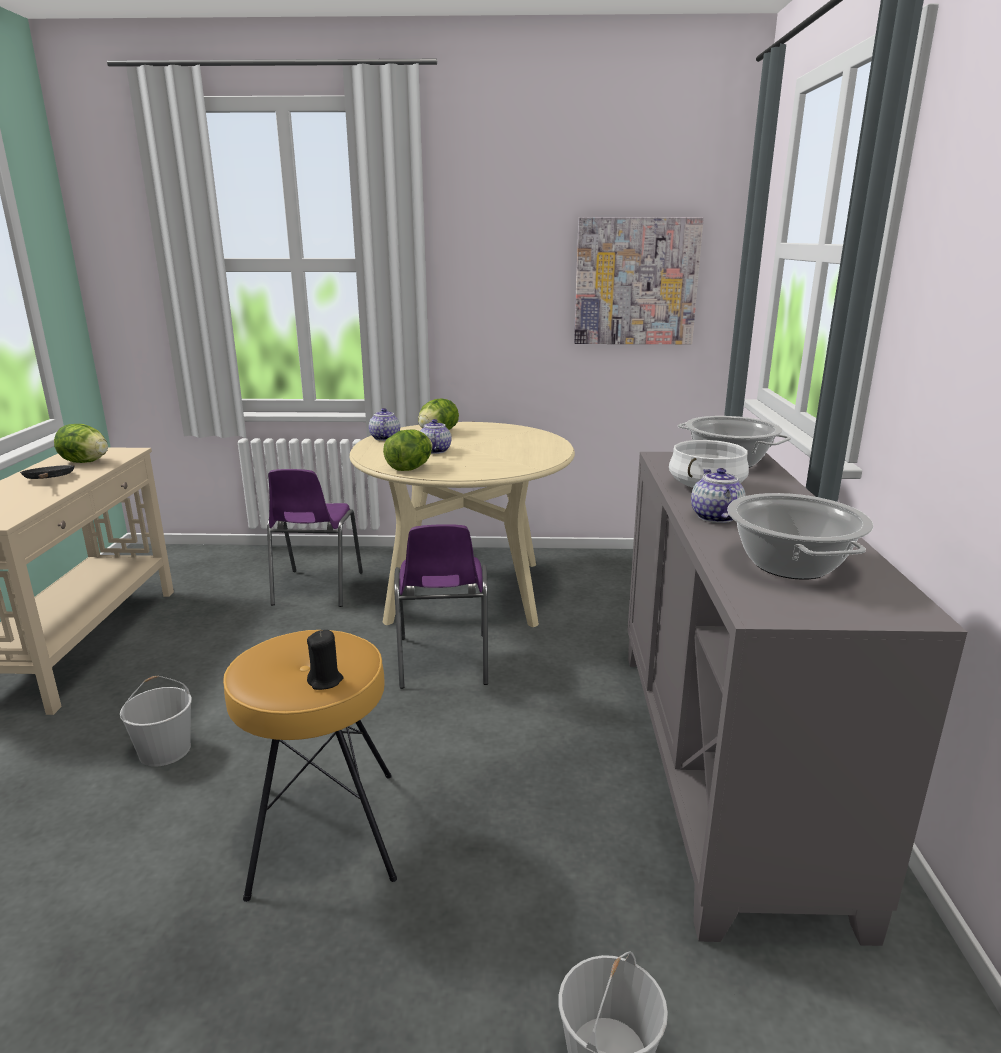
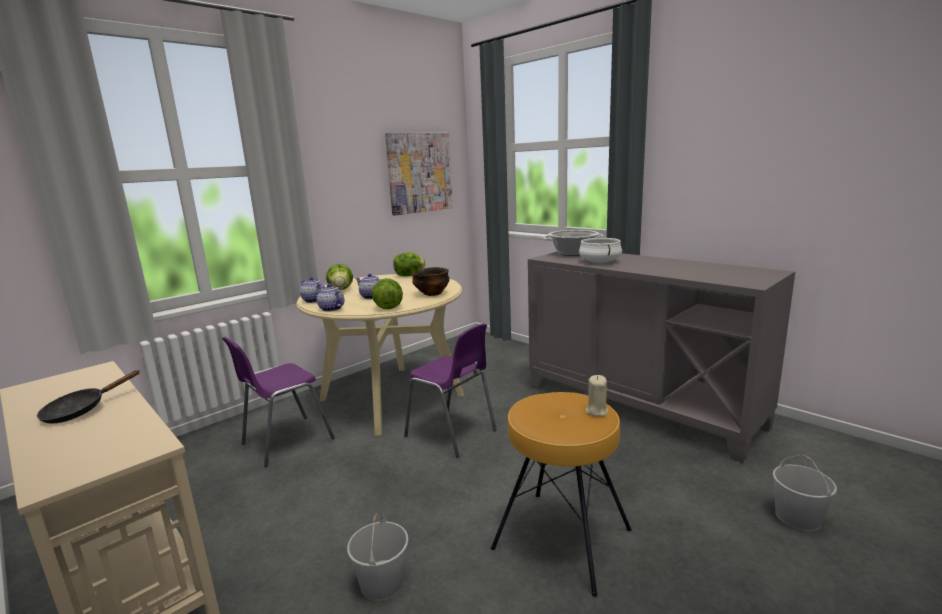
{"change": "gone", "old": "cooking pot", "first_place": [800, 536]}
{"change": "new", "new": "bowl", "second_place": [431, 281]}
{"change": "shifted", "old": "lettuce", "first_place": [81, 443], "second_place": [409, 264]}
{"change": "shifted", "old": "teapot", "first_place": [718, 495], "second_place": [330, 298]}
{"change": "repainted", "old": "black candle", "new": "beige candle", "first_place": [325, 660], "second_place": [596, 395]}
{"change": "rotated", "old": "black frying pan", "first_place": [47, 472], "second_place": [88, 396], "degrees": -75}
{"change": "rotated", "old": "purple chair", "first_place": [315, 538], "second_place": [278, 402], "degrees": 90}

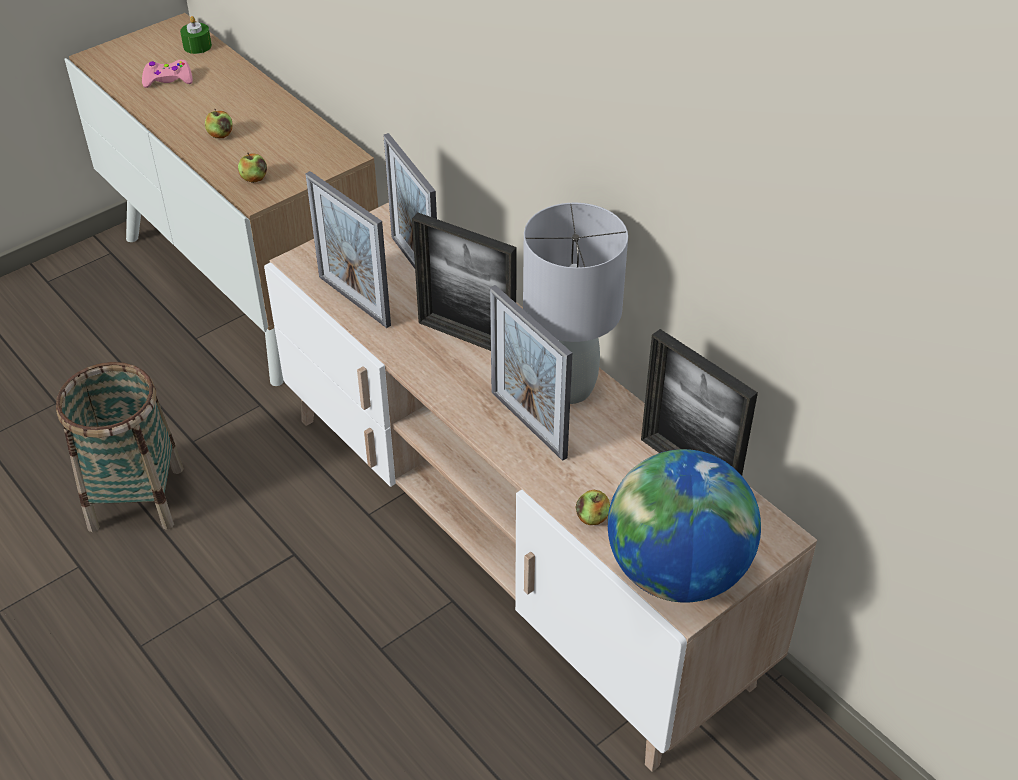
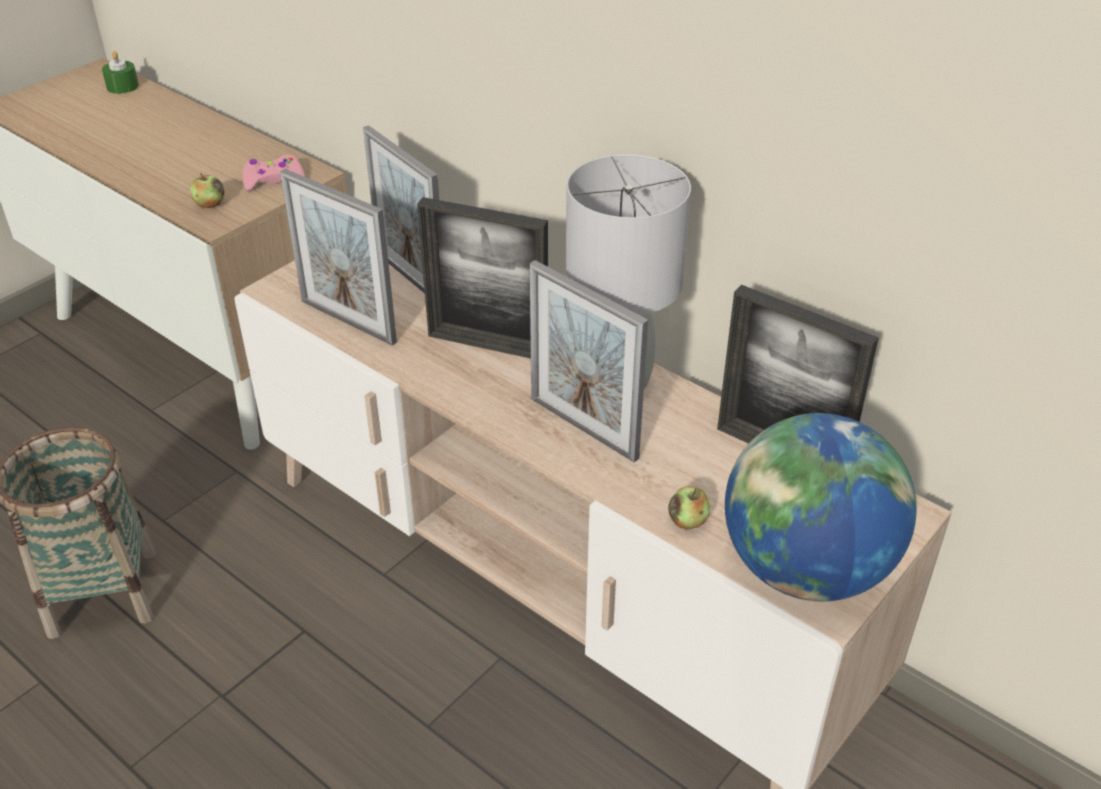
{"change": "gone", "old": "apple", "first_place": [219, 123]}
{"change": "shifted", "old": "pink game controller", "first_place": [167, 74], "second_place": [274, 173]}

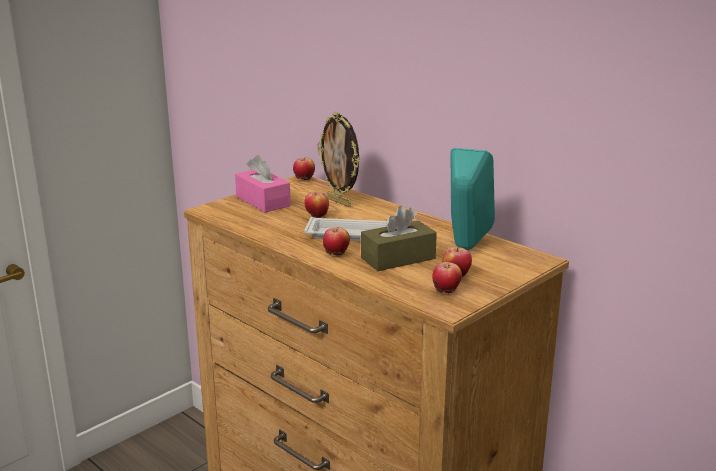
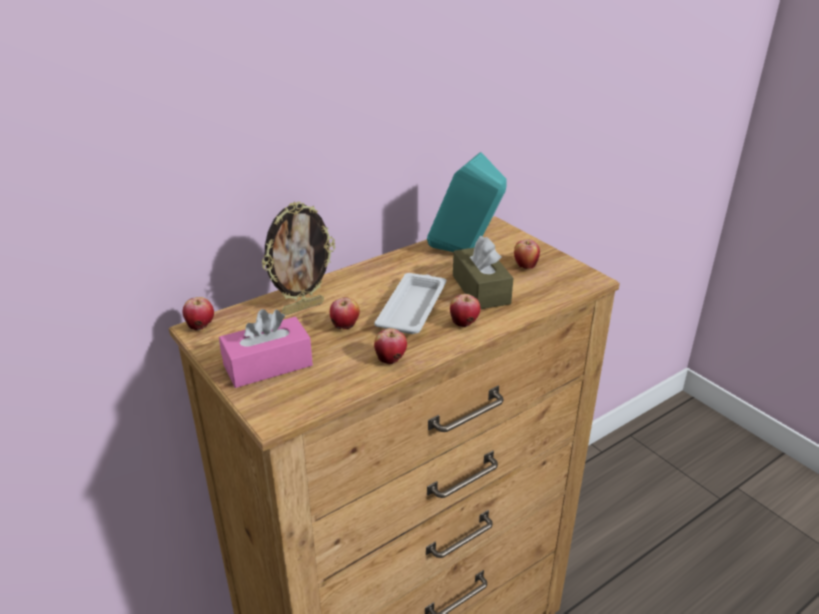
{"change": "shifted", "old": "apple", "first_place": [447, 277], "second_place": [390, 346]}

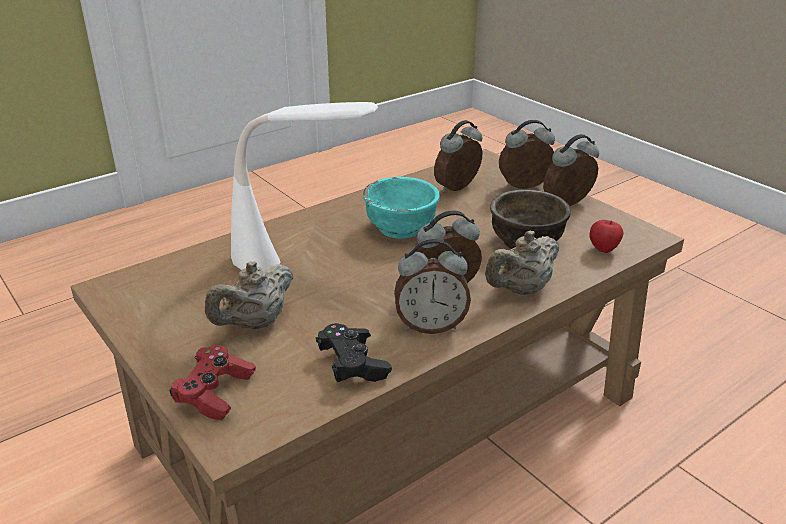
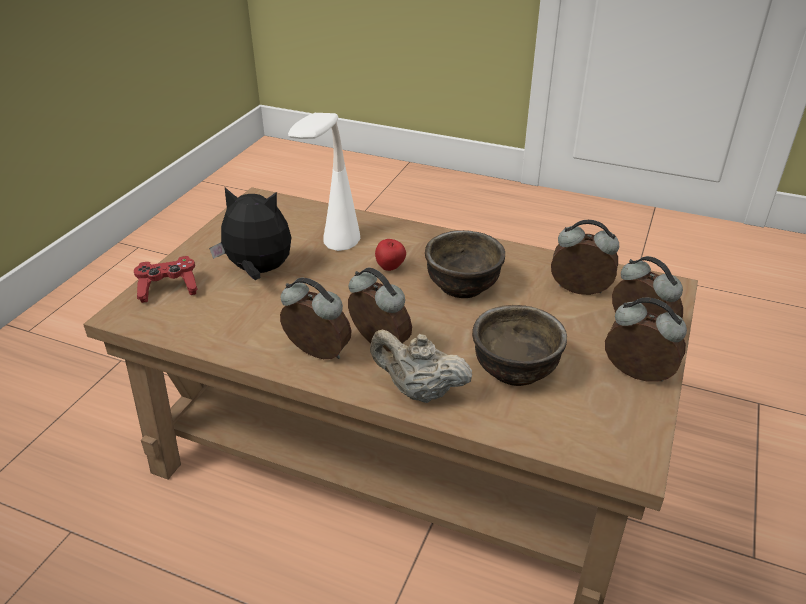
{"change": "gone", "old": "black game controller", "first_place": [353, 352]}
{"change": "shifted", "old": "apple", "first_place": [606, 236], "second_place": [390, 255]}
{"change": "swapped", "old": "beige teapot", "new": "plush toy", "first_place": [249, 295], "second_place": [250, 233]}
{"change": "repainted", "old": "turquoise bowl", "new": "brown bowl", "first_place": [401, 208], "second_place": [465, 264]}
{"change": "rotated", "old": "alarm clock", "first_place": [432, 286], "second_place": [315, 318], "degrees": 150}

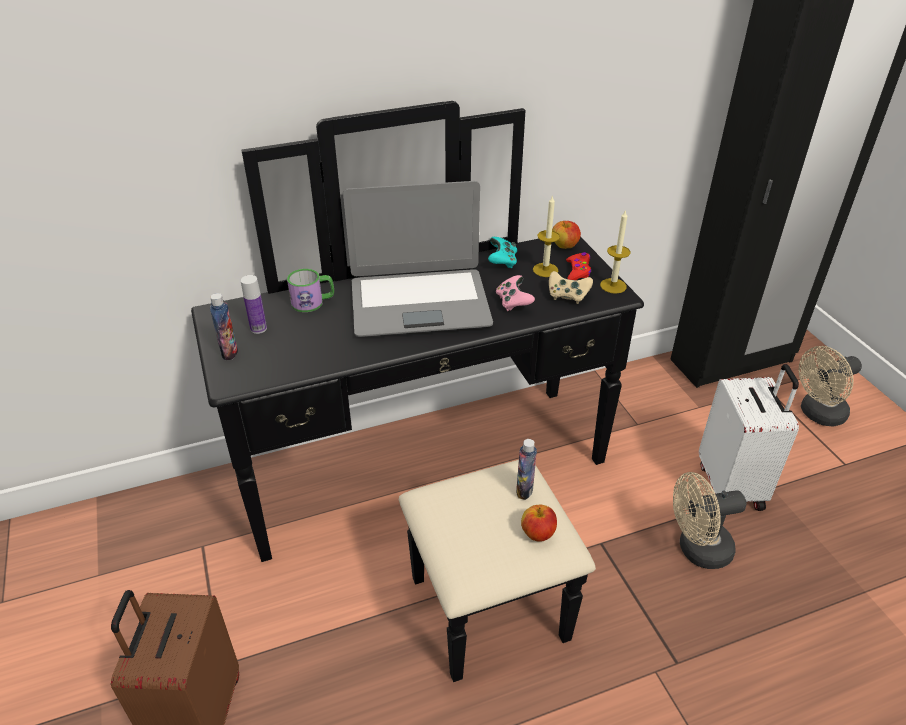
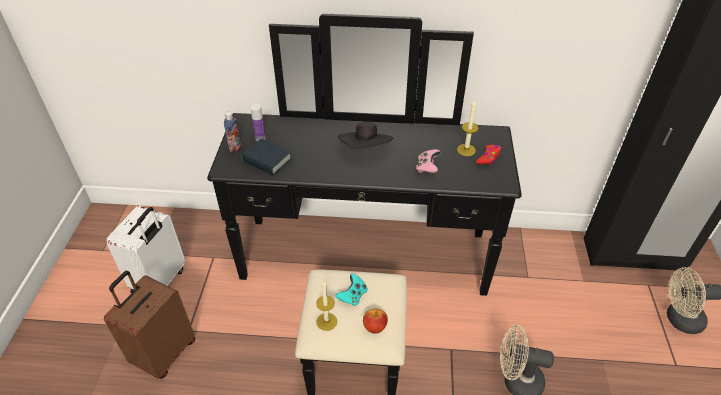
{"change": "gone", "old": "mug", "first_place": [310, 290]}
{"change": "gone", "old": "bottle", "first_place": [526, 469]}
{"change": "gone", "old": "beige game controller", "first_place": [571, 287]}
{"change": "gone", "old": "apple", "first_place": [566, 235]}
{"change": "new", "new": "book", "second_place": [267, 157]}
{"change": "shifted", "old": "turquoise game controller", "first_place": [502, 252], "second_place": [351, 290]}
{"change": "shifted", "old": "candle", "first_place": [615, 251], "second_place": [326, 306]}
{"change": "shifted", "old": "white suitcase", "first_place": [749, 437], "second_place": [145, 250]}
{"change": "swapped", "old": "laptop", "new": "black hat", "first_place": [418, 259], "second_place": [366, 135]}

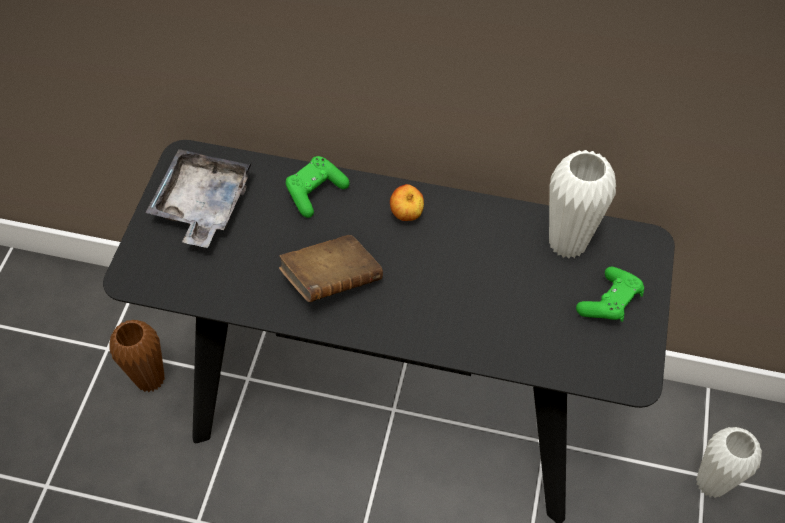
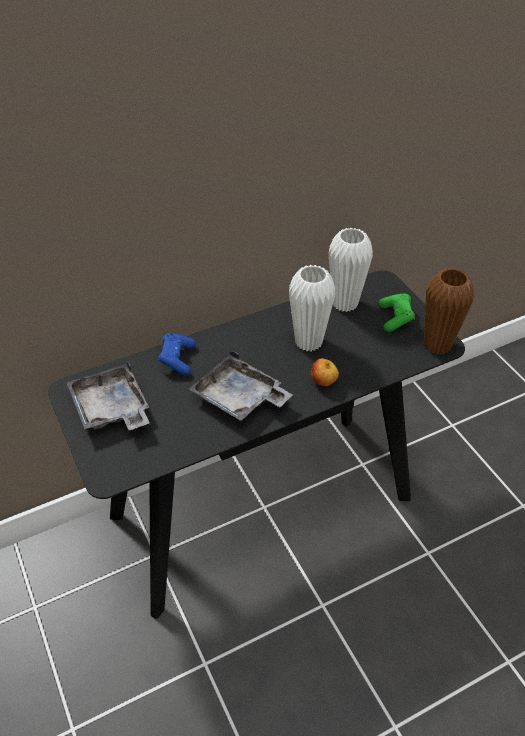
{"change": "shifted", "old": "brown vase", "first_place": [137, 356], "second_place": [449, 311]}
{"change": "shifted", "old": "apple", "first_place": [407, 202], "second_place": [325, 372]}
{"change": "shifted", "old": "white vase", "first_place": [729, 462], "second_place": [312, 308]}
{"change": "swapped", "old": "brown book", "new": "grey tray", "first_place": [331, 268], "second_place": [240, 385]}
{"change": "repainted", "old": "green game controller", "new": "blue game controller", "first_place": [318, 187], "second_place": [177, 354]}

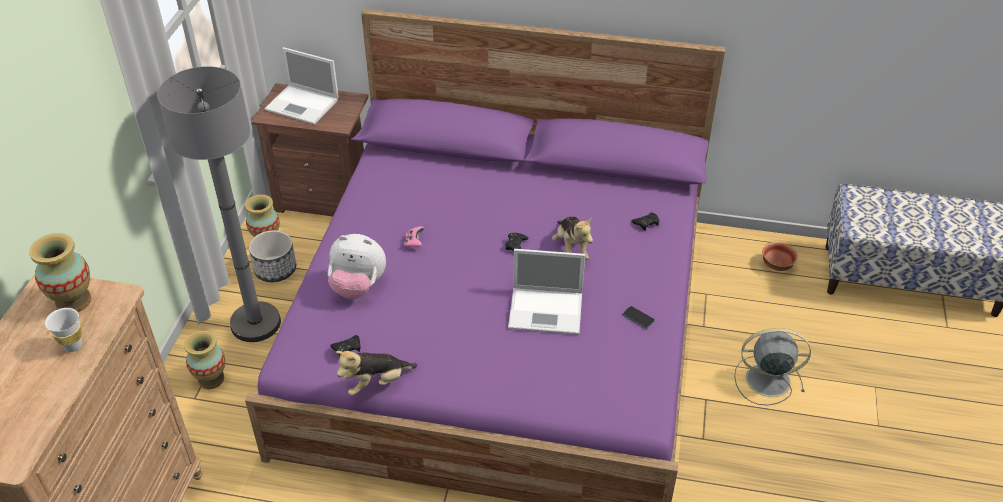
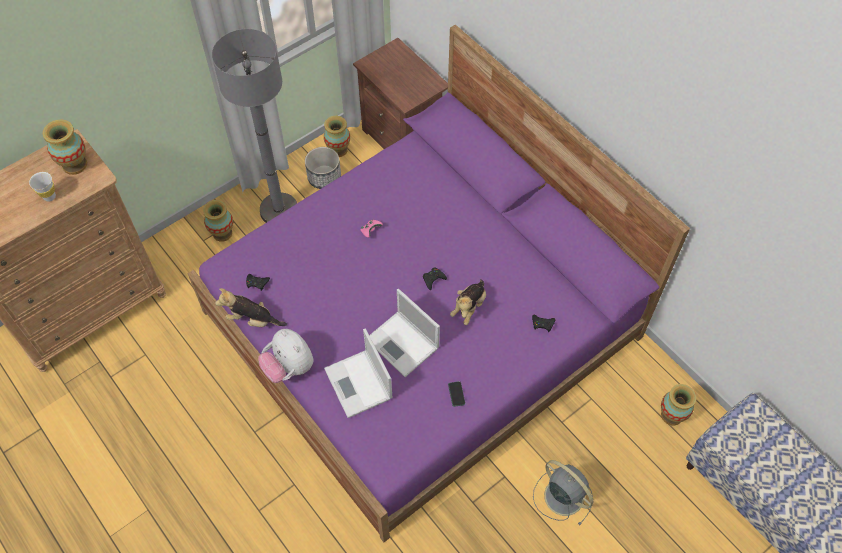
{"change": "shifted", "old": "laptop", "first_place": [301, 86], "second_place": [358, 373]}
{"change": "shifted", "old": "plush toy", "first_place": [357, 266], "second_place": [286, 356]}
{"change": "swapped", "old": "bowl", "new": "vase", "first_place": [779, 256], "second_place": [678, 404]}

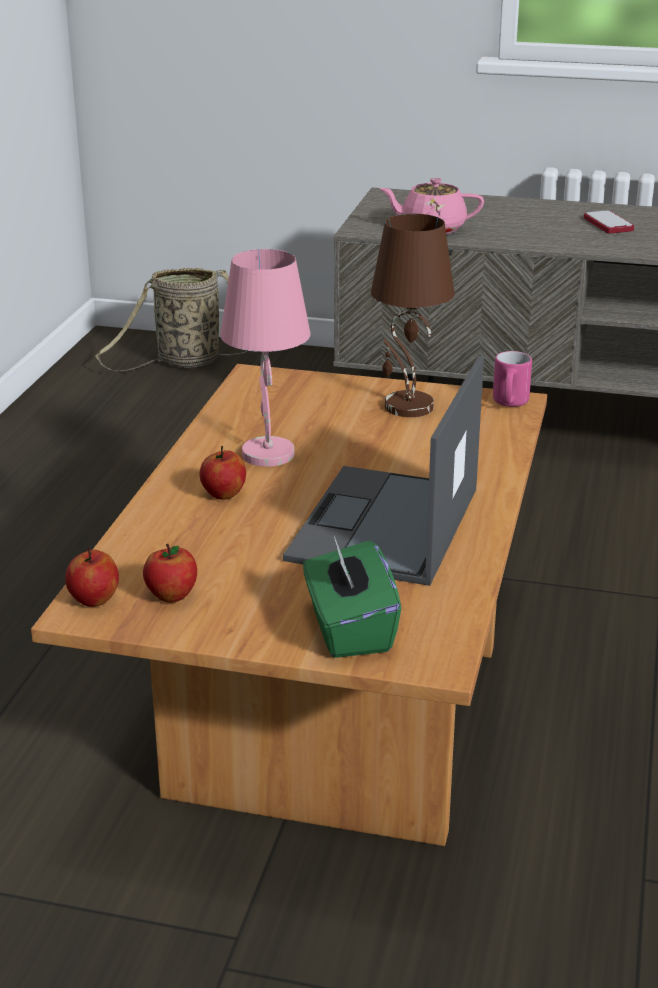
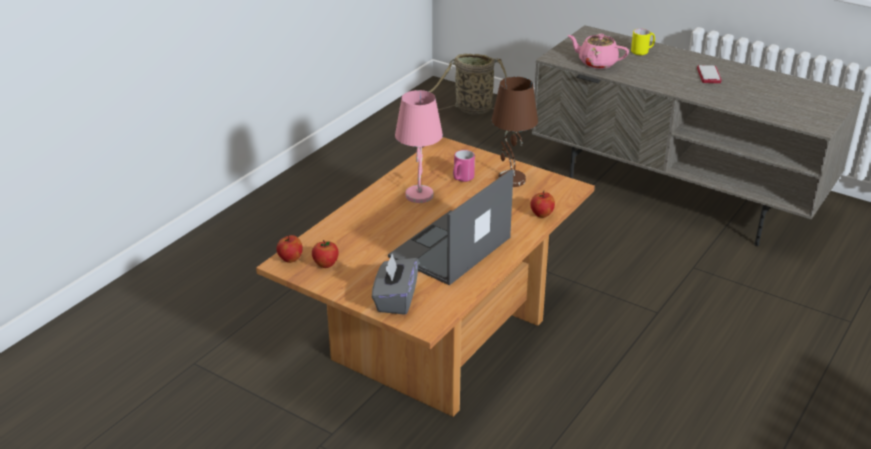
{"change": "new", "new": "yellow mug", "second_place": [643, 42]}
{"change": "shifted", "old": "apple", "first_place": [223, 473], "second_place": [542, 204]}
{"change": "shifted", "old": "pink mug", "first_place": [512, 379], "second_place": [464, 166]}
{"change": "repainted", "old": "green tissue box", "new": "grey tissue box", "first_place": [352, 597], "second_place": [395, 284]}

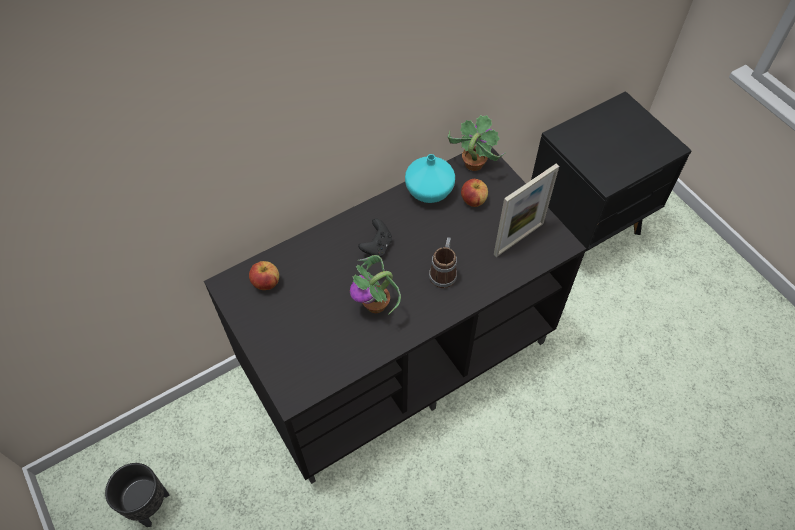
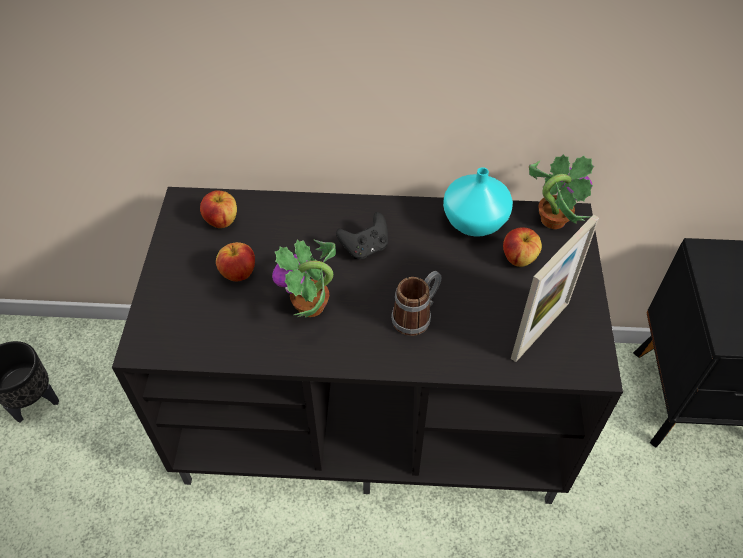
{"change": "new", "new": "apple", "second_place": [235, 261]}
{"change": "rotated", "old": "picture frame", "first_place": [526, 210], "second_place": [555, 288], "degrees": -45}

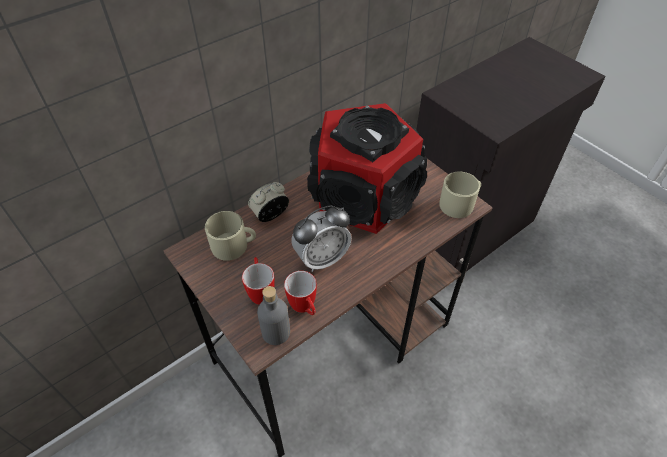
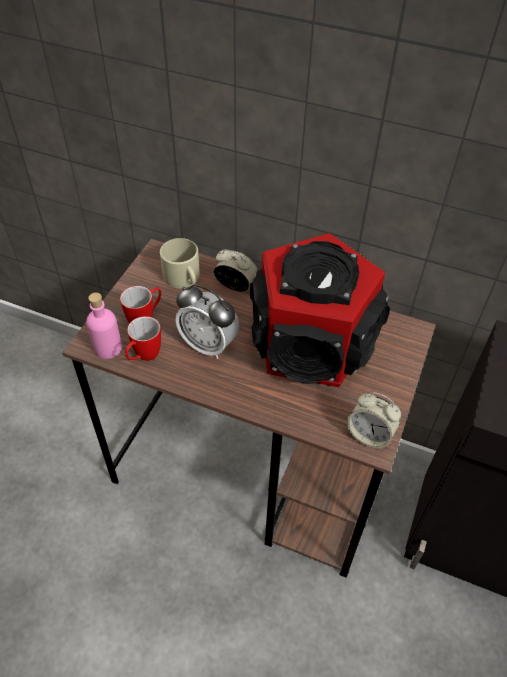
{"change": "swapped", "old": "beige mug", "new": "alarm clock", "first_place": [460, 195], "second_place": [374, 420]}
{"change": "repainted", "old": "grey bottle", "new": "pink bottle", "first_place": [273, 315], "second_place": [104, 326]}

